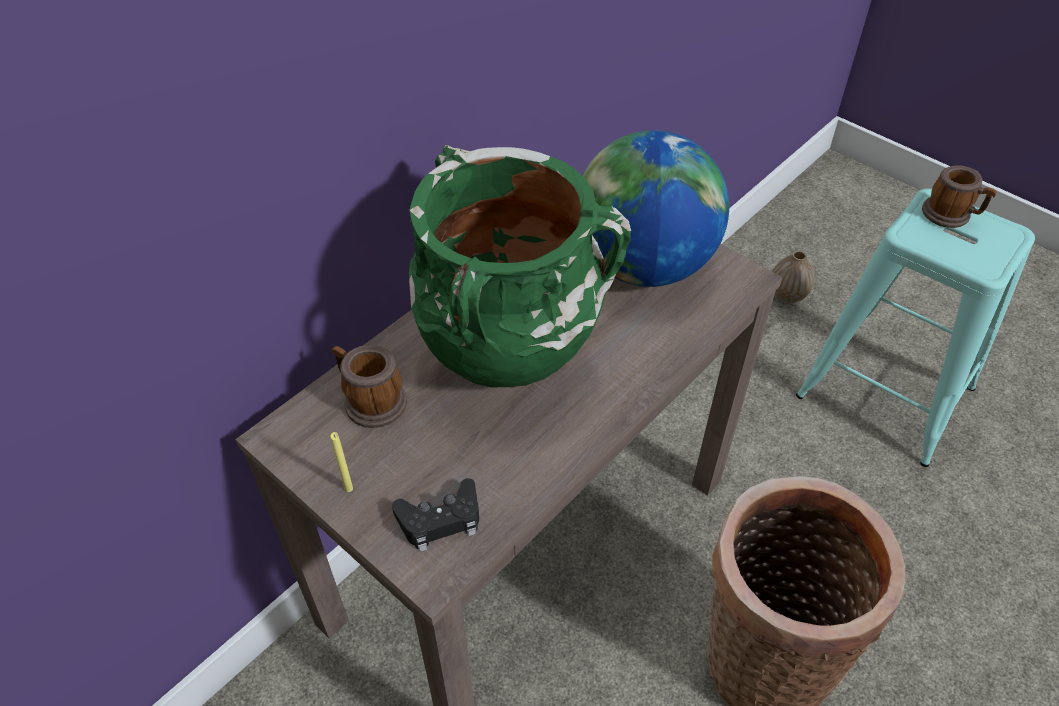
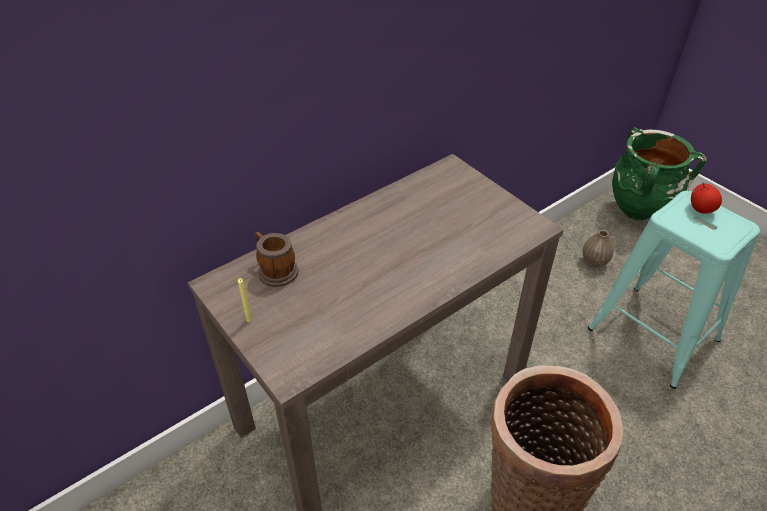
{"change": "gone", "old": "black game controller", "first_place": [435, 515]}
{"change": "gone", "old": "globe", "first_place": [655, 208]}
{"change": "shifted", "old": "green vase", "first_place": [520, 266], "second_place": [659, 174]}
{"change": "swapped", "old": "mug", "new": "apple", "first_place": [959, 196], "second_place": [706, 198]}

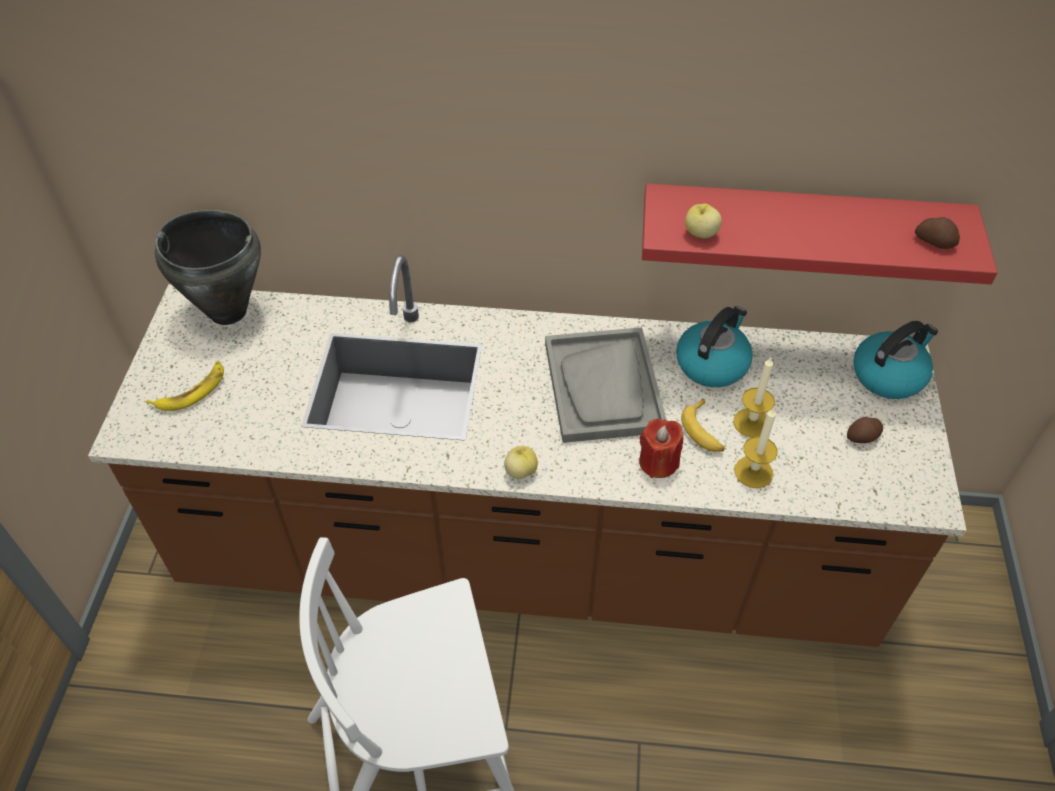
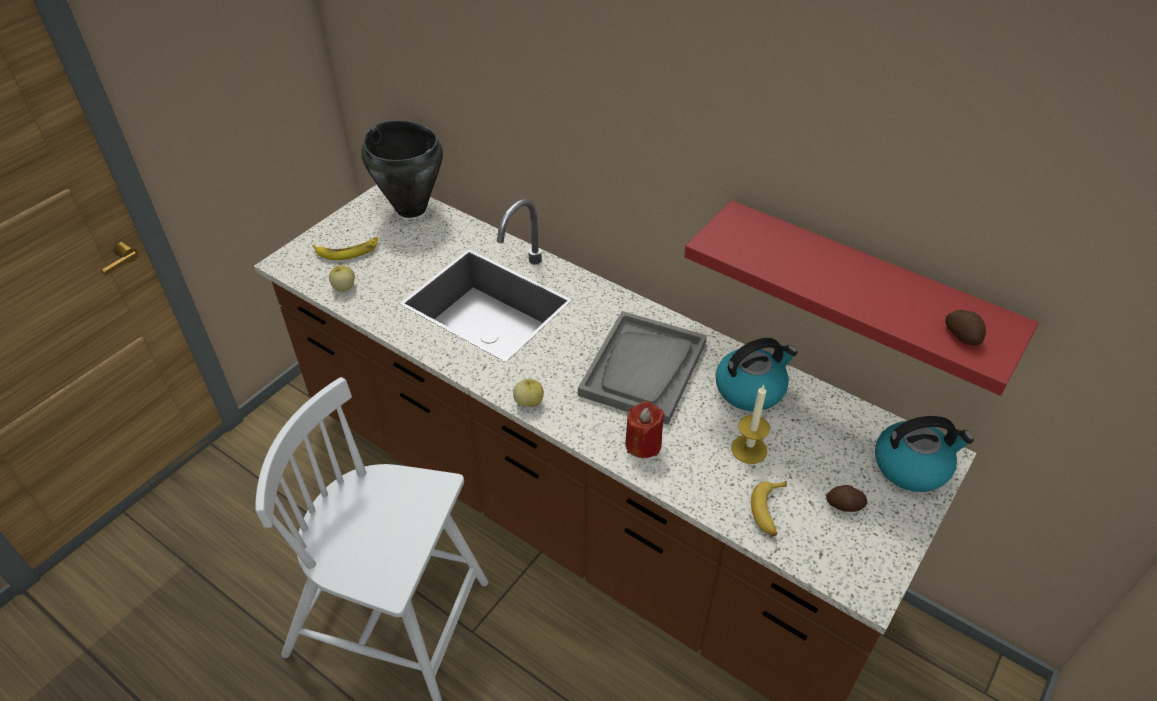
{"change": "gone", "old": "candle", "first_place": [756, 447]}
{"change": "shifted", "old": "banana", "first_place": [703, 425], "second_place": [769, 508]}
{"change": "shifted", "old": "apple", "first_place": [703, 221], "second_place": [342, 278]}

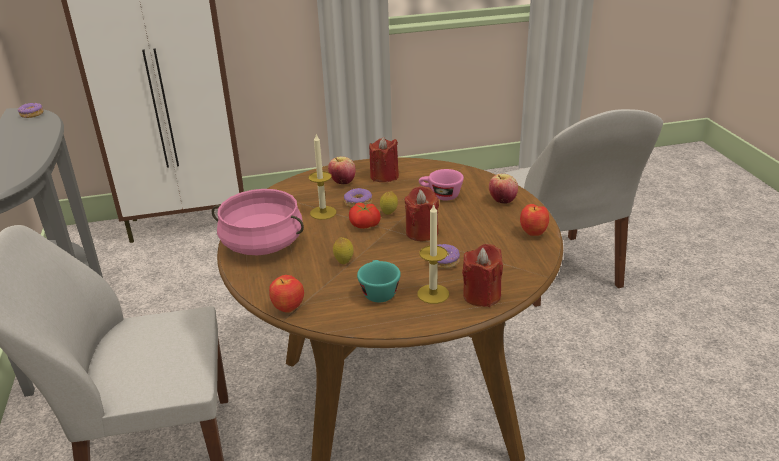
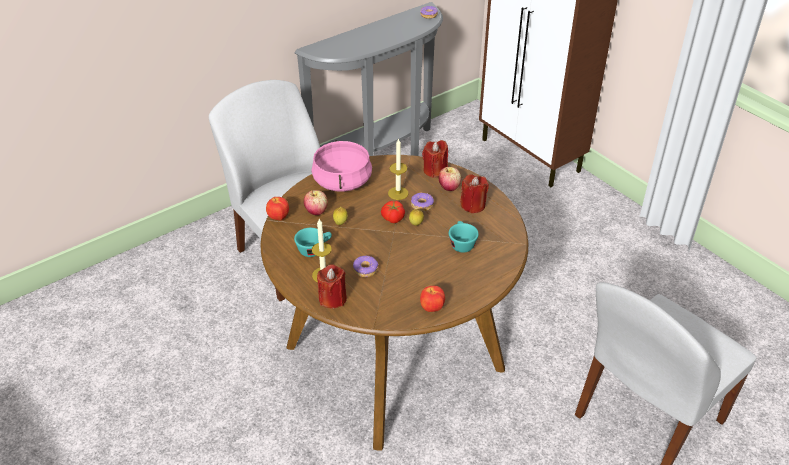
{"change": "shifted", "old": "red candle", "first_place": [421, 213], "second_place": [435, 159]}
{"change": "shifted", "old": "apple", "first_place": [503, 189], "second_place": [316, 202]}
{"change": "repainted", "old": "pink cup", "new": "turquoise cup", "first_place": [441, 184], "second_place": [464, 237]}

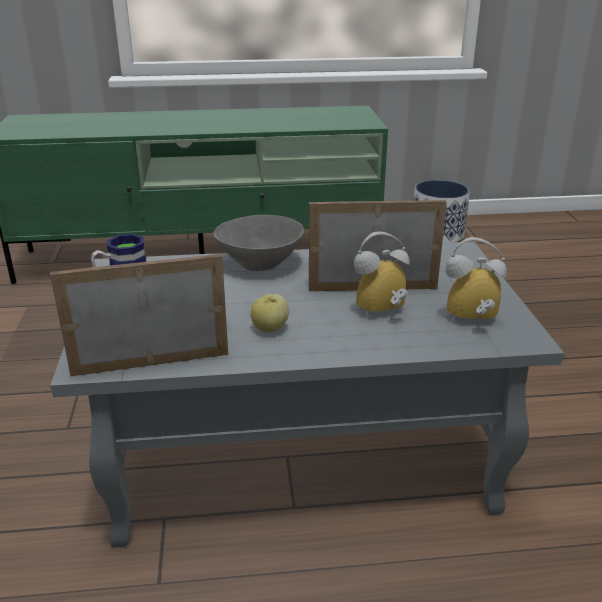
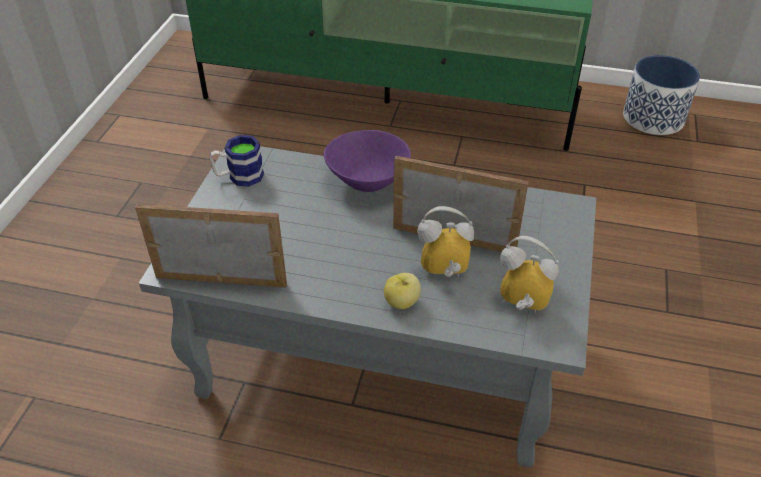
{"change": "shifted", "old": "apple", "first_place": [270, 313], "second_place": [402, 291]}
{"change": "repainted", "old": "grey bowl", "new": "purple bowl", "first_place": [258, 243], "second_place": [367, 161]}

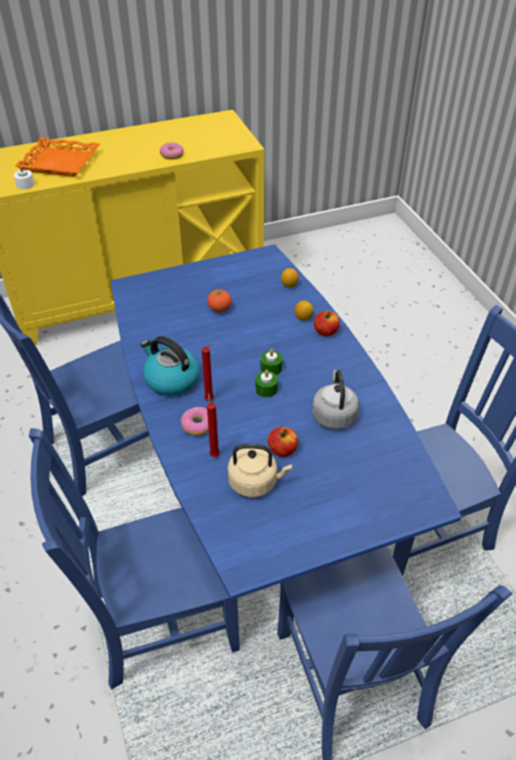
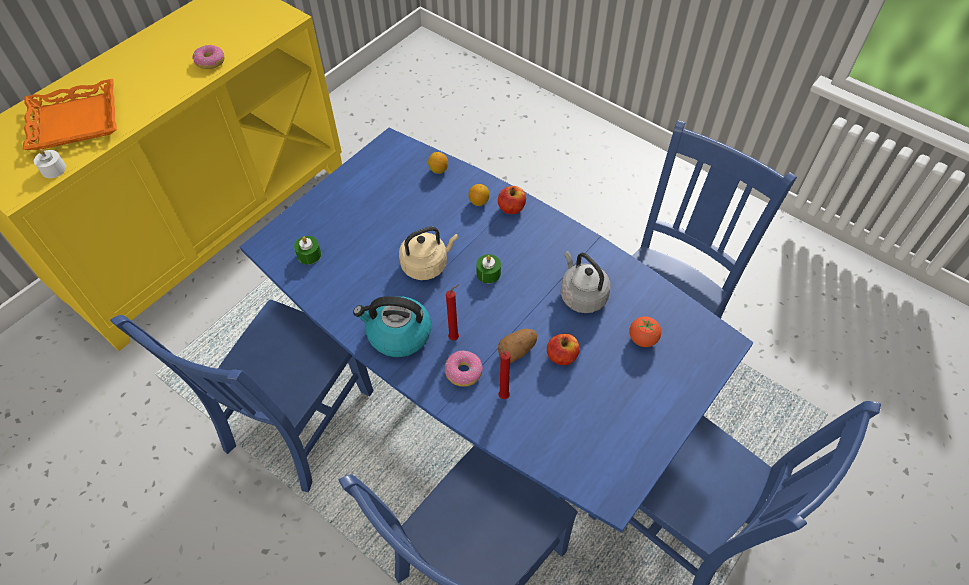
{"change": "new", "new": "potato", "second_place": [517, 345]}
{"change": "shifted", "old": "tomato", "first_place": [219, 300], "second_place": [645, 332]}
{"change": "shifted", "old": "beige kettle", "first_place": [259, 470], "second_place": [428, 253]}
{"change": "shifted", "old": "green candle", "first_place": [266, 384], "second_place": [307, 250]}

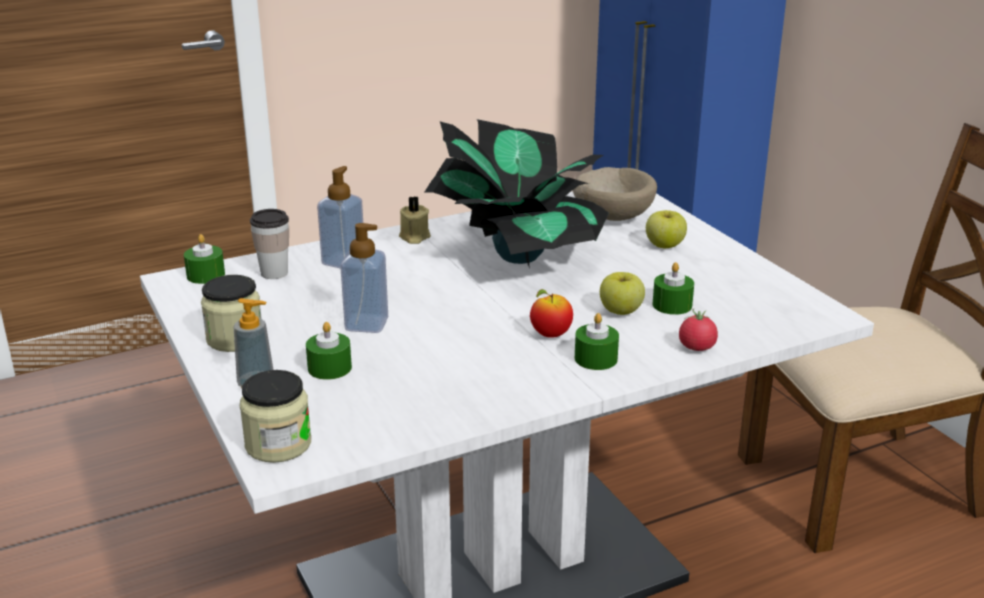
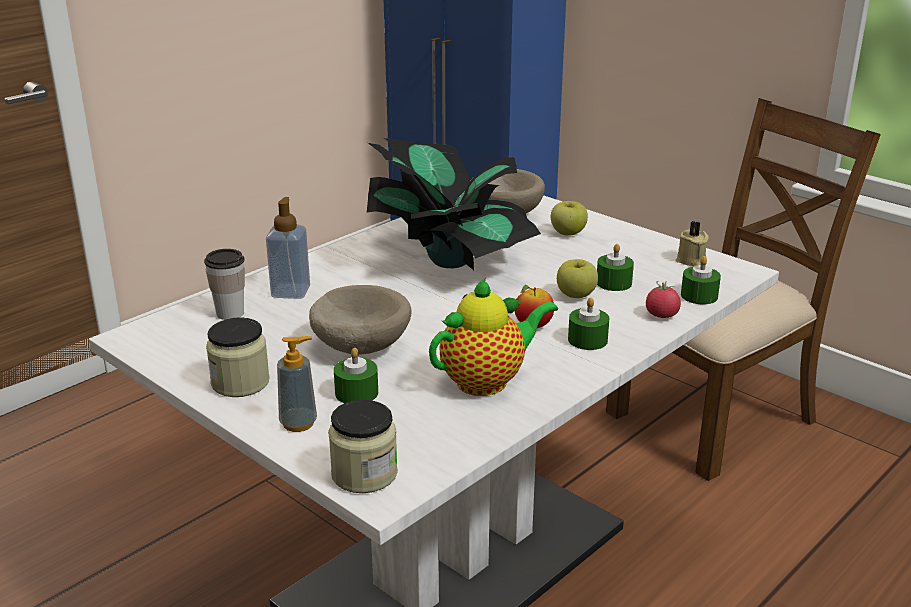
{"change": "new", "new": "teapot", "second_place": [493, 336]}
{"change": "shifted", "old": "green candle", "first_place": [204, 259], "second_place": [701, 280]}
{"change": "shifted", "old": "beige candle", "first_place": [415, 220], "second_place": [692, 243]}
{"change": "swapped", "old": "soap dispenser", "new": "beige bowl", "first_place": [364, 278], "second_place": [360, 320]}

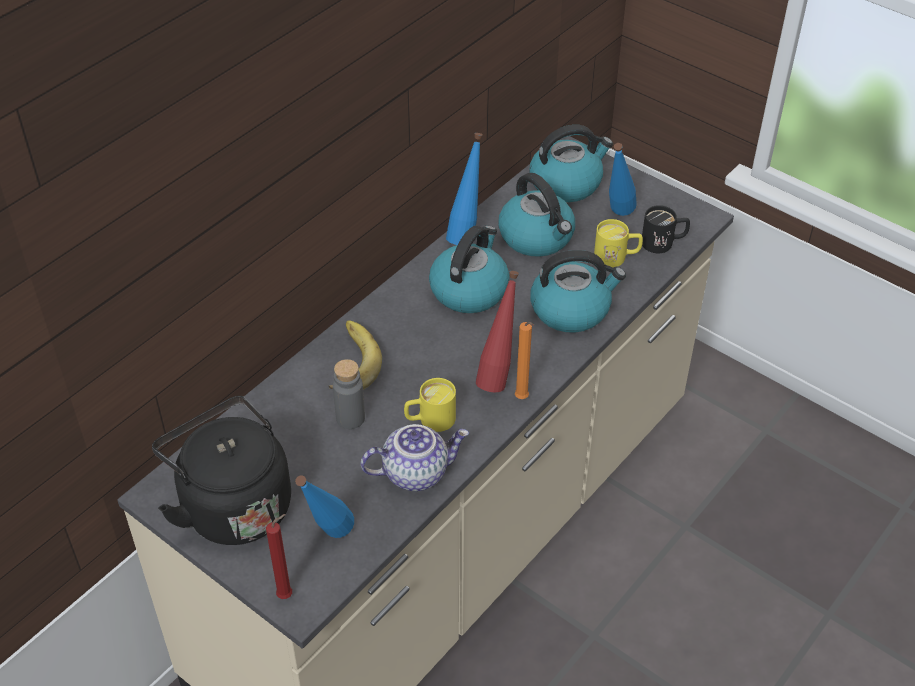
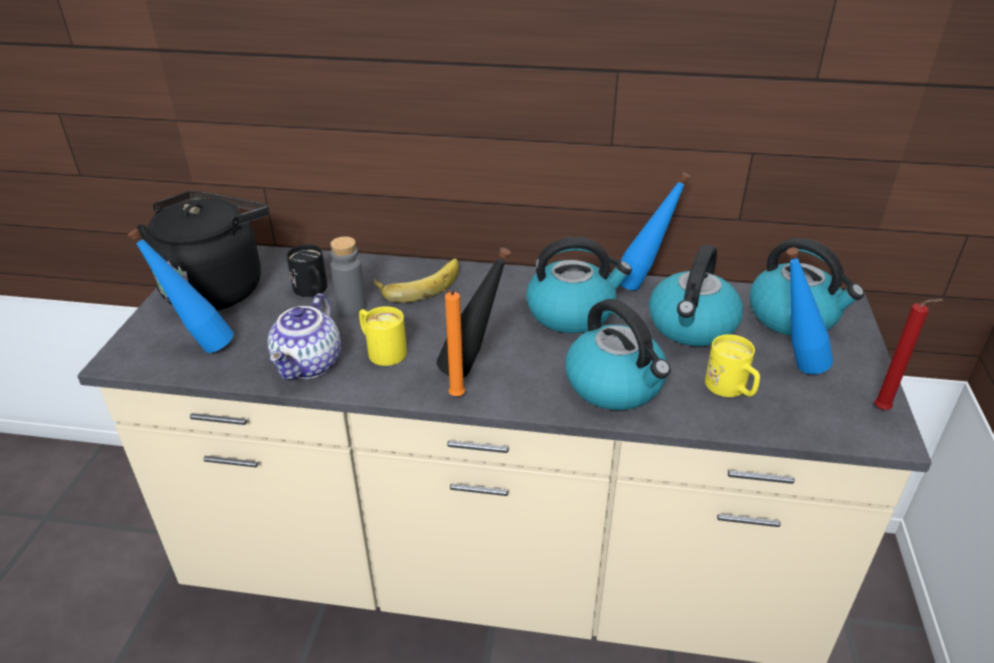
{"change": "shifted", "old": "red candle", "first_place": [279, 556], "second_place": [908, 354]}
{"change": "shifted", "old": "black mug", "first_place": [666, 229], "second_place": [306, 270]}
{"change": "repainted", "old": "red bottle", "new": "black bottle", "first_place": [497, 331], "second_place": [474, 313]}
{"change": "rotated", "old": "teapot", "first_place": [415, 457], "second_place": [304, 336], "degrees": 60}

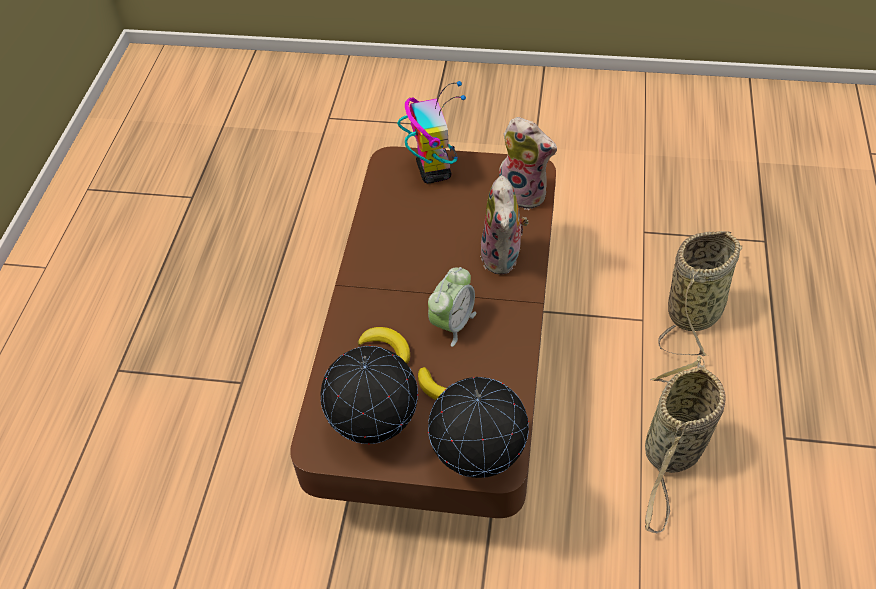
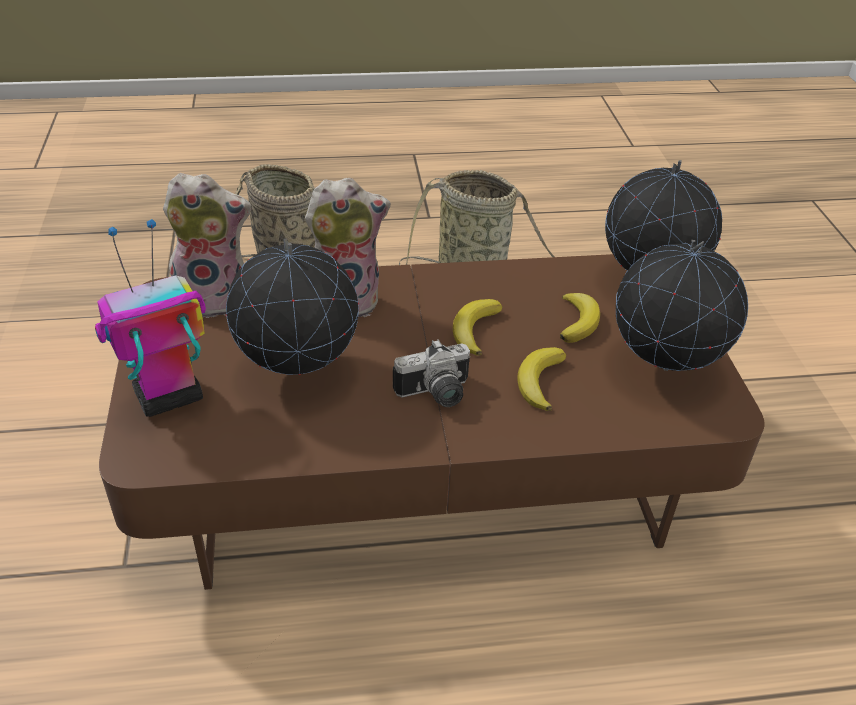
{"change": "new", "new": "globe", "second_place": [292, 306]}
{"change": "new", "new": "photo camera", "second_place": [431, 373]}
{"change": "swapped", "old": "alarm clock", "new": "banana", "first_place": [452, 307], "second_place": [478, 327]}
{"change": "rotated", "old": "plush toy", "first_place": [528, 163], "second_place": [207, 245], "degrees": 75}

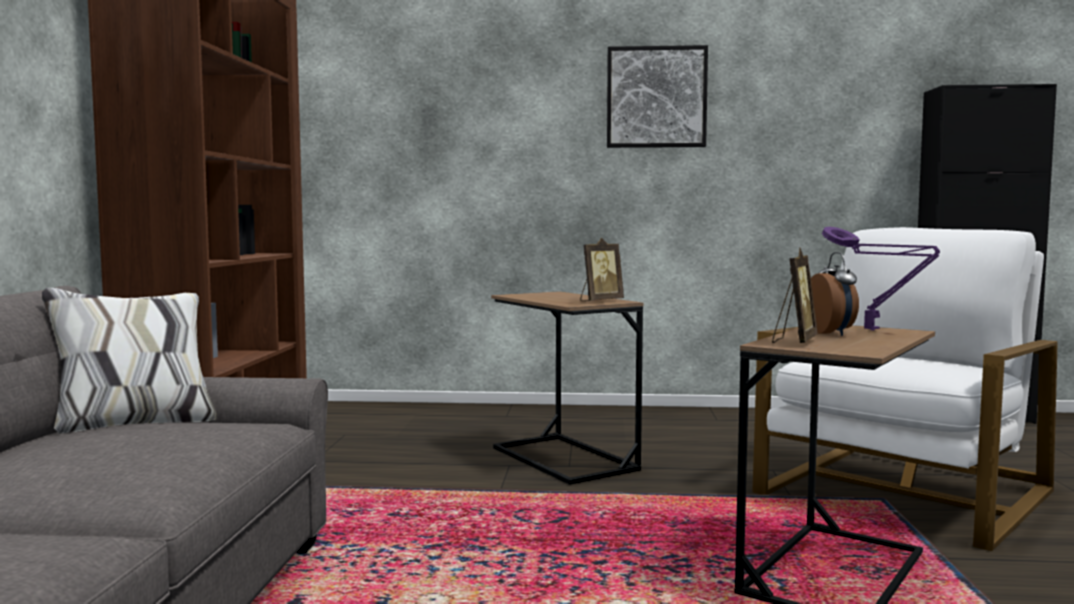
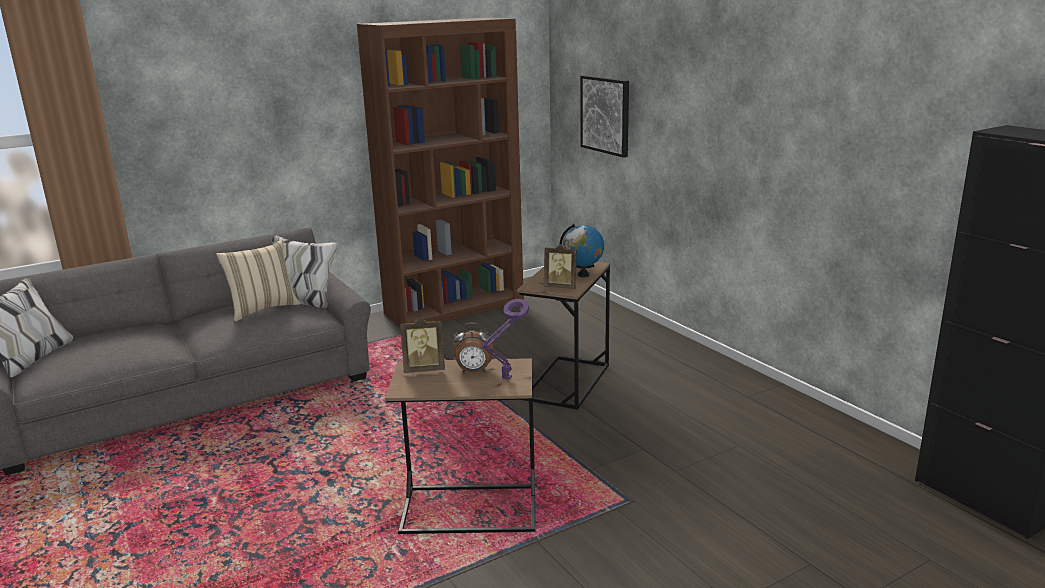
{"change": "gone", "old": "white armchair", "first_place": [904, 389]}
{"change": "new", "new": "beige pillow", "second_place": [258, 280]}
{"change": "new", "new": "globe", "second_place": [582, 250]}
{"change": "shifted", "old": "picture", "first_place": [657, 96], "second_place": [604, 116]}
{"change": "rotated", "old": "alarm clock", "first_place": [835, 294], "second_place": [474, 348], "degrees": 45}

